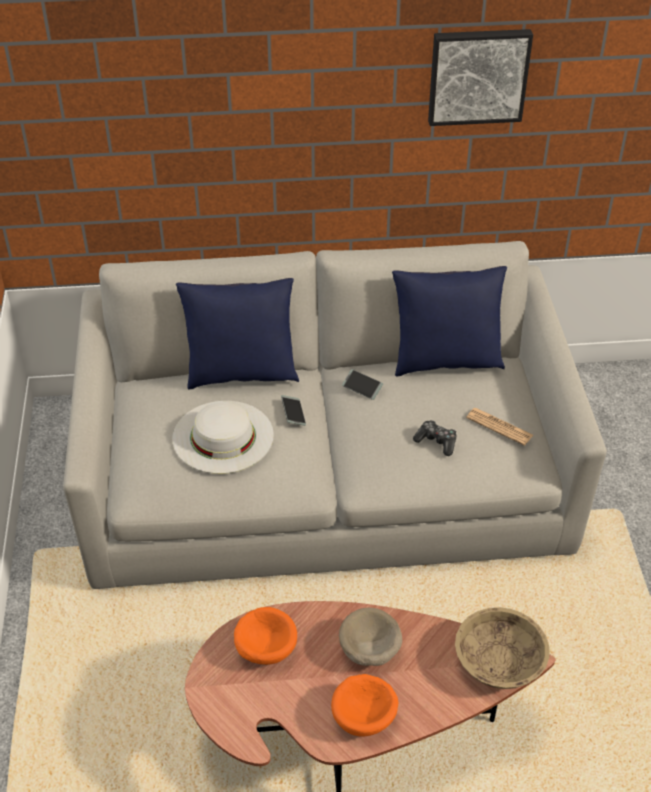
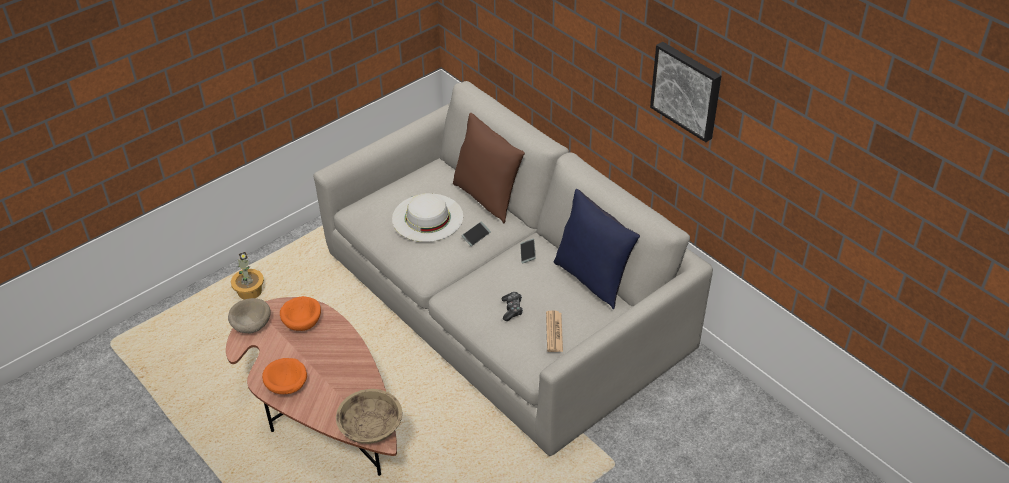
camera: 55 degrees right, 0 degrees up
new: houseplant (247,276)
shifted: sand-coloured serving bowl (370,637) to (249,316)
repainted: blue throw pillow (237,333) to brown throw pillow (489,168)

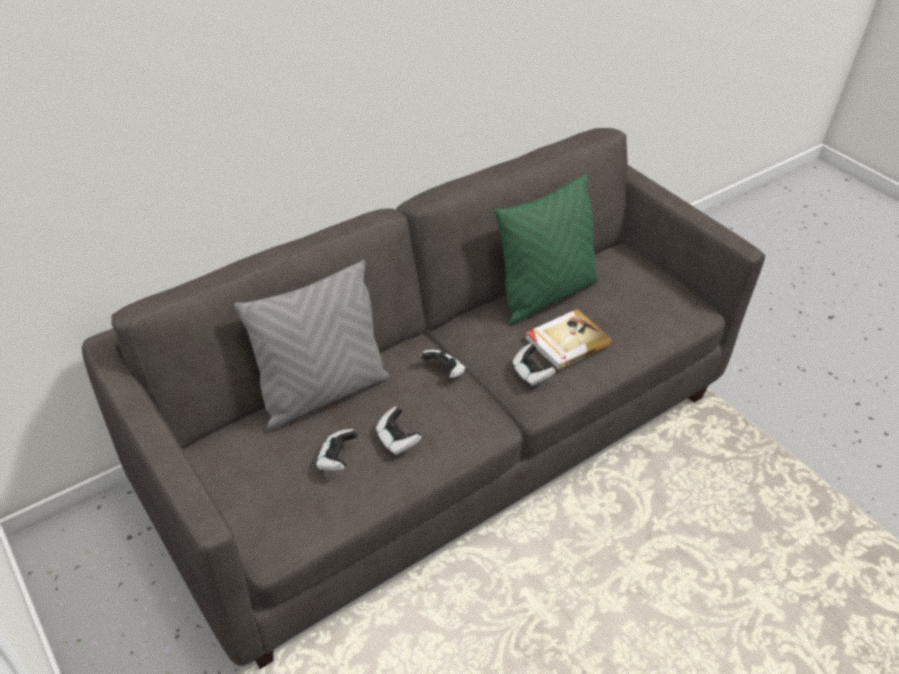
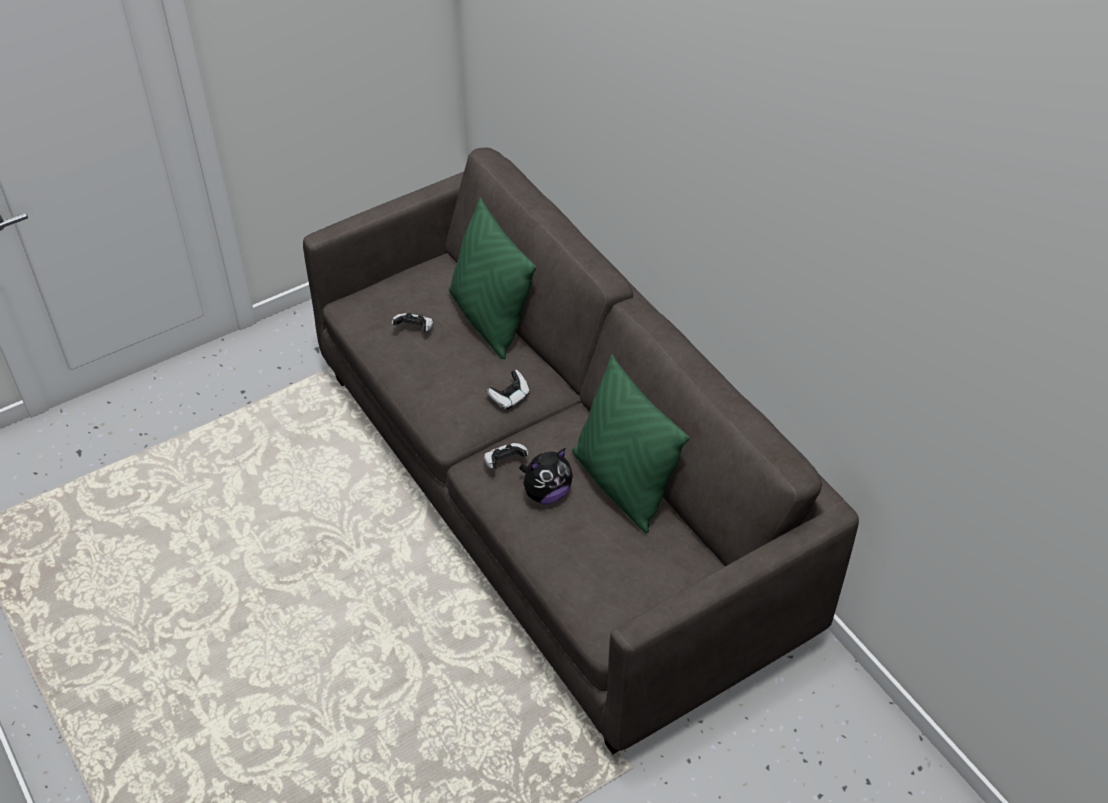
camera: 95 degrees right, 5 degrees up
gone: gamepad (398,431)
swapped: bound book (568,339) to plush toy (546,475)
repainted: greyish throw pillow (312,345) to greenish throw pillow (492,278)

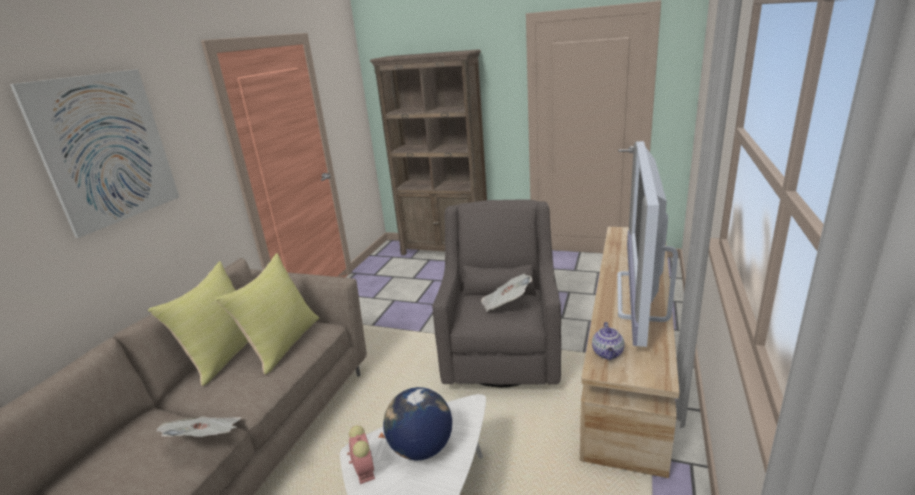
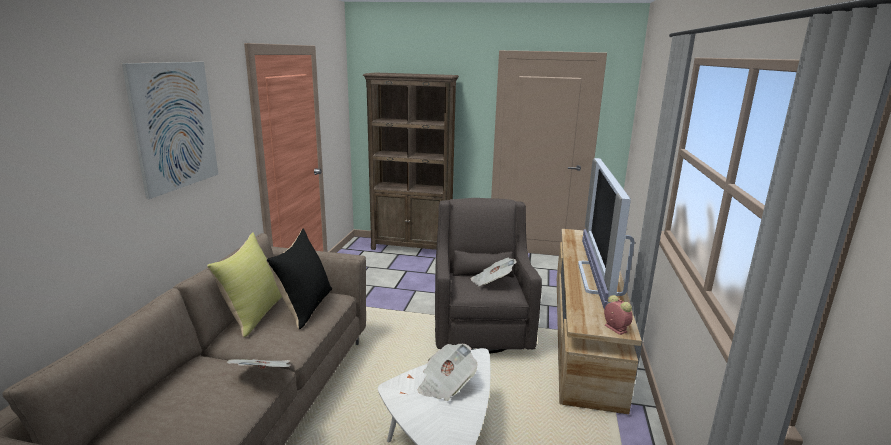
camera: 10 degrees left, 5 degrees down
gone: teapot (608,341)
shifted: alarm clock (361,454) to (618,315)
swapped: globe (417,423) to printed paper (447,372)
repainted: yellow throw pillow (267,313) to black-coloured throw pillow (299,279)

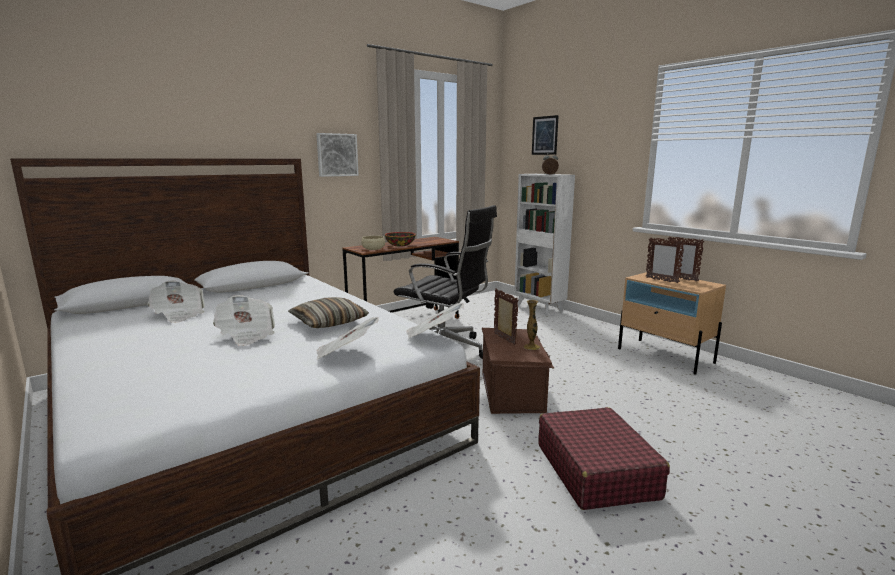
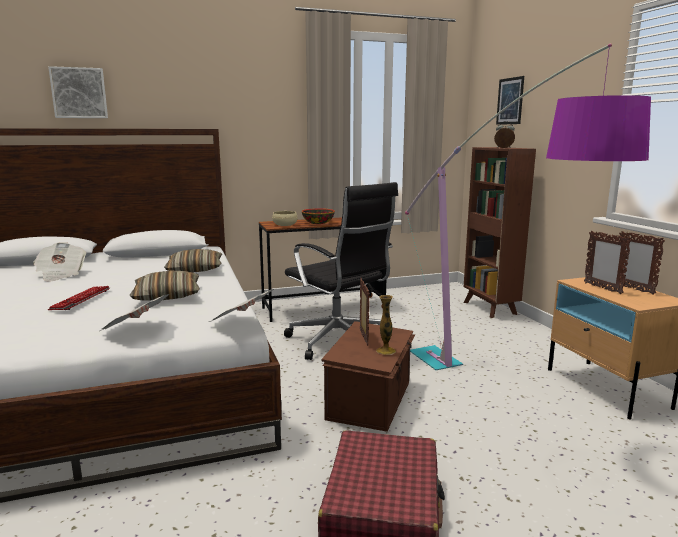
camera: 20 degrees right, 0 degrees up
new: throw pillow (193,260); standing lamp (528,206)
shifted: wall art (337,155) to (78,92)
swapped: printed paper (244,320) to keyboard (79,298)
repainted: white bookcase (544,245) to brown bookcase (500,232)

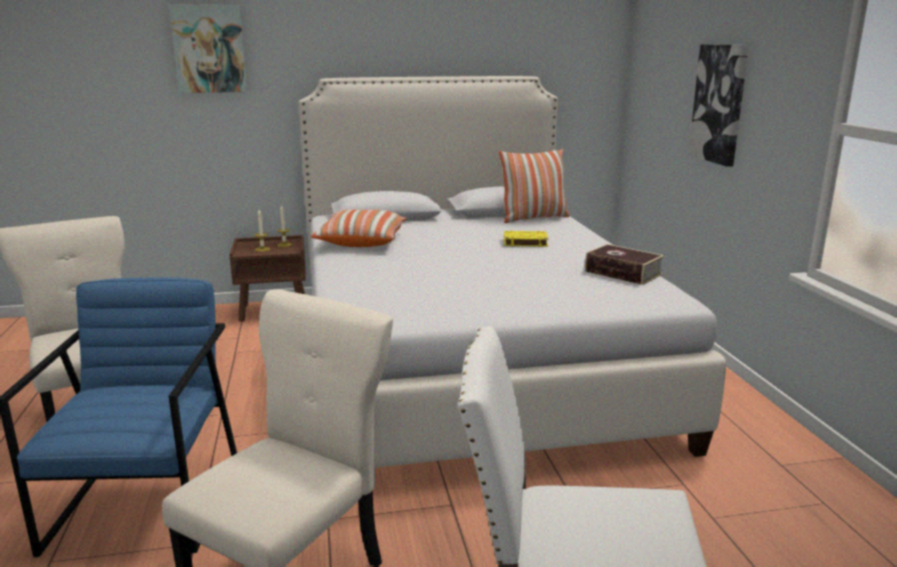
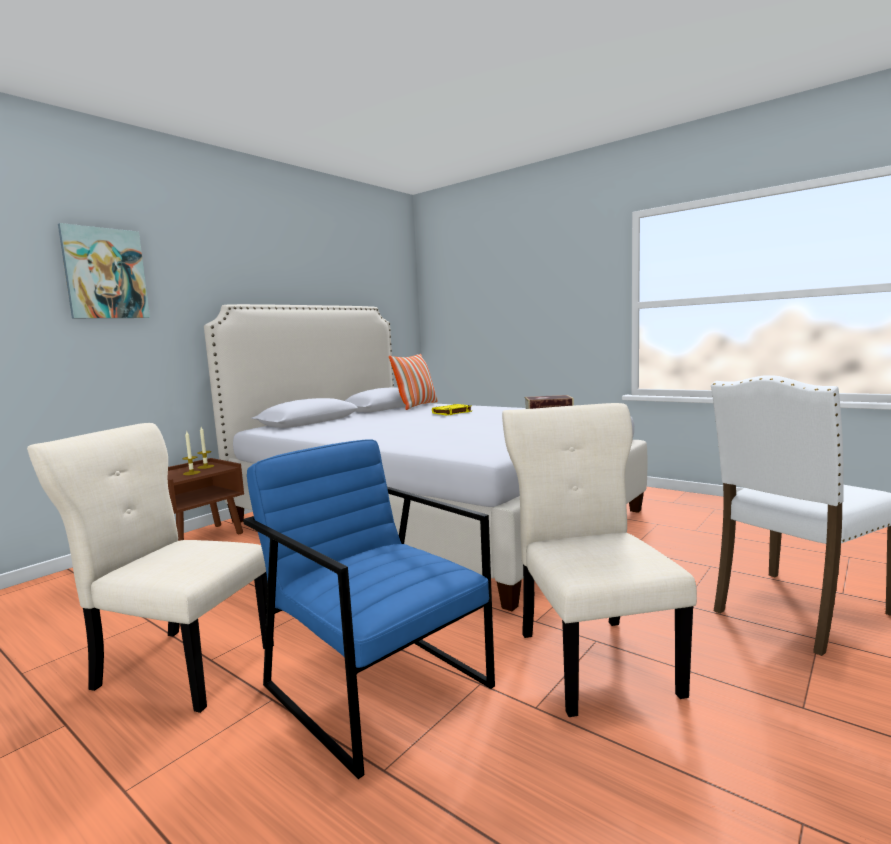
camera: 40 degrees left, 10 degrees down
gone: throw pillow (359,228); wall art (718,105)

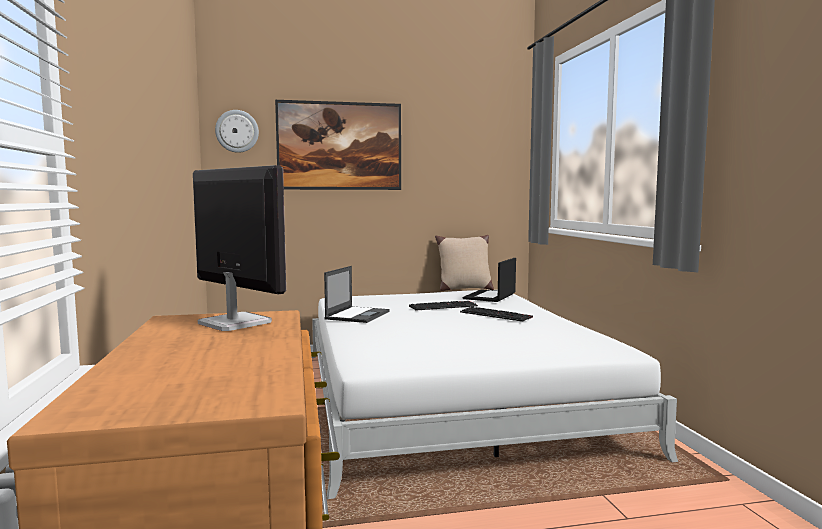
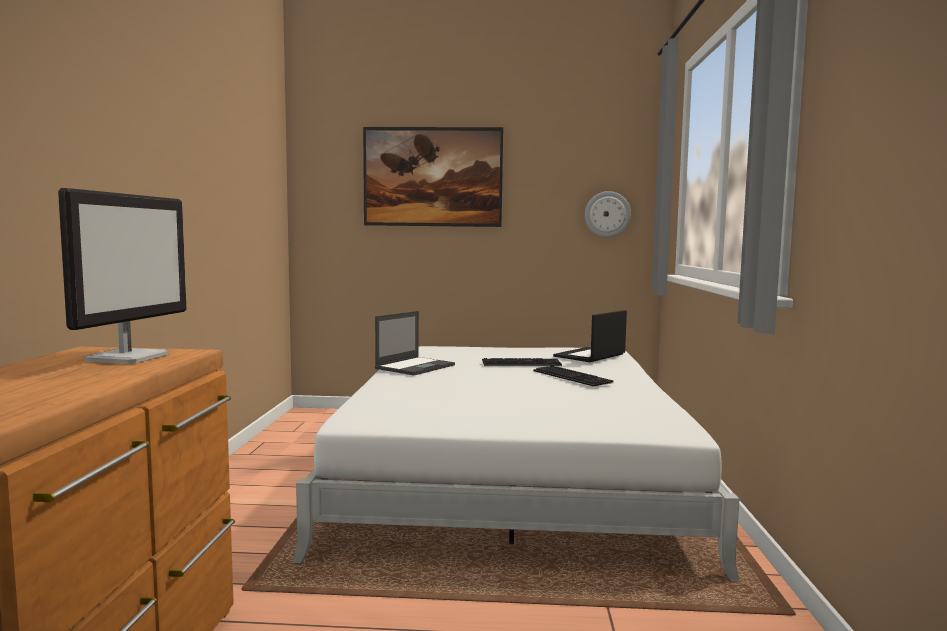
camera: 15 degrees right, 0 degrees up
gone: sand-coloured throw pillow (464,263)
shifted: clock on the wall (237,131) to (608,214)
rotated: monitor (239,248) = (122,276) 45 degrees clockwise

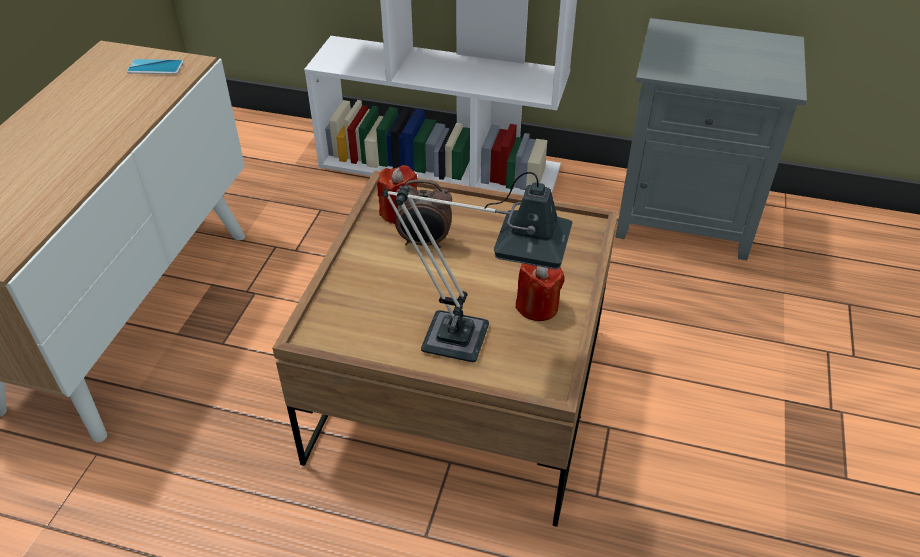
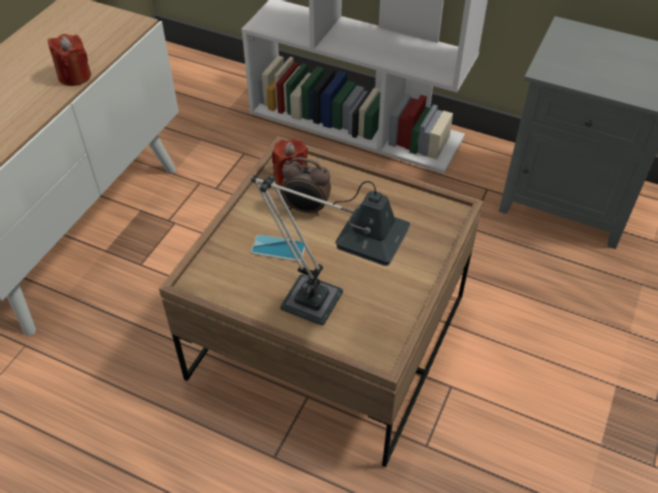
camera: 10 degrees right, 5 degrees up
shifted: phone (155,66) to (278,247); reddish wax candle (540,292) to (69,60)

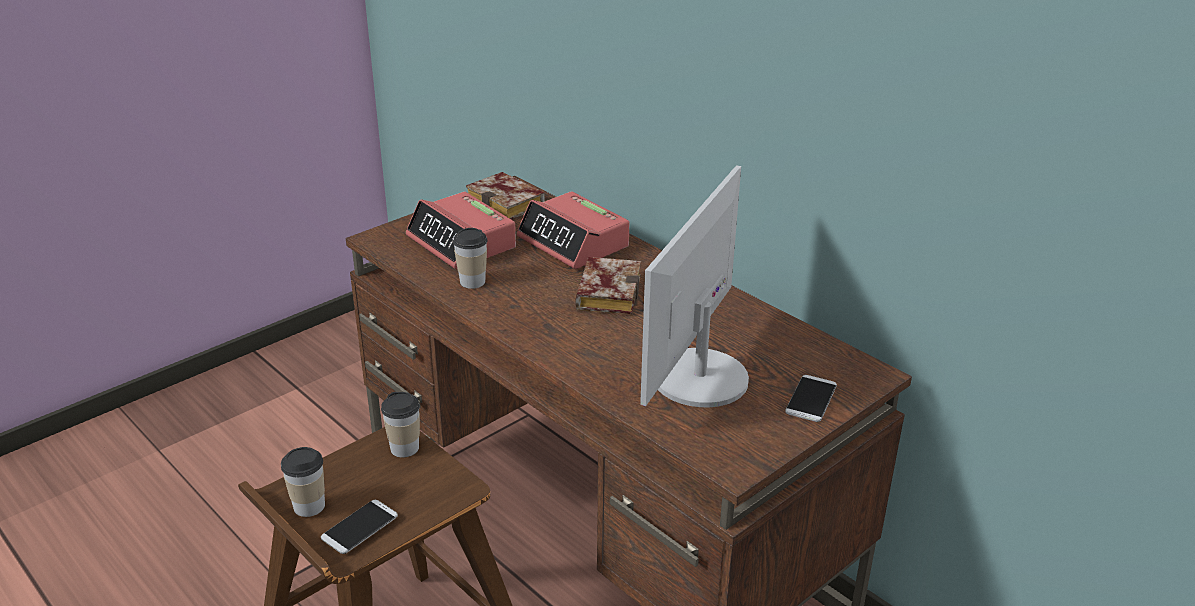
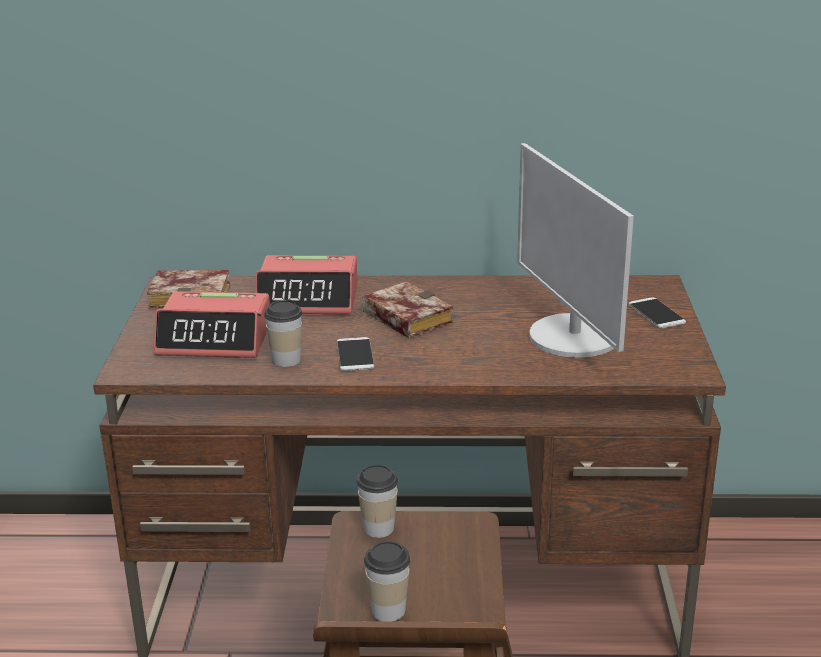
camera: 45 degrees left, 5 degrees down
shifted: phone (359,527) to (355,354)

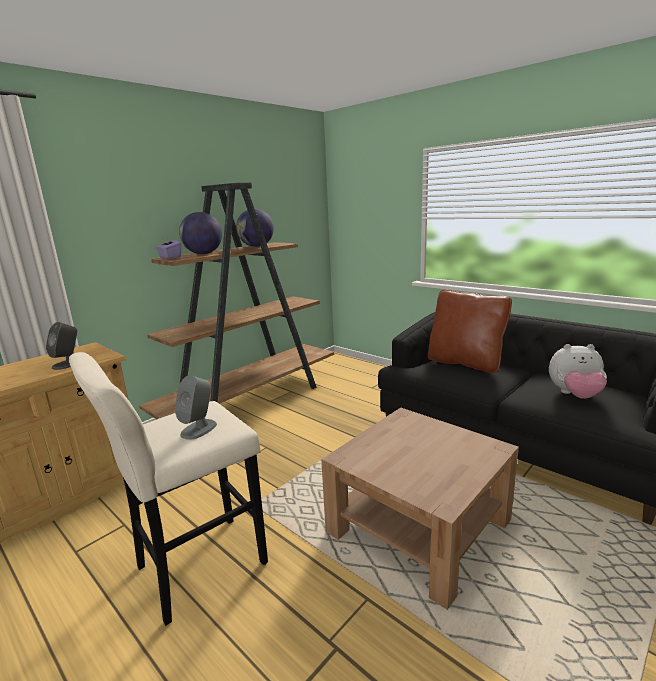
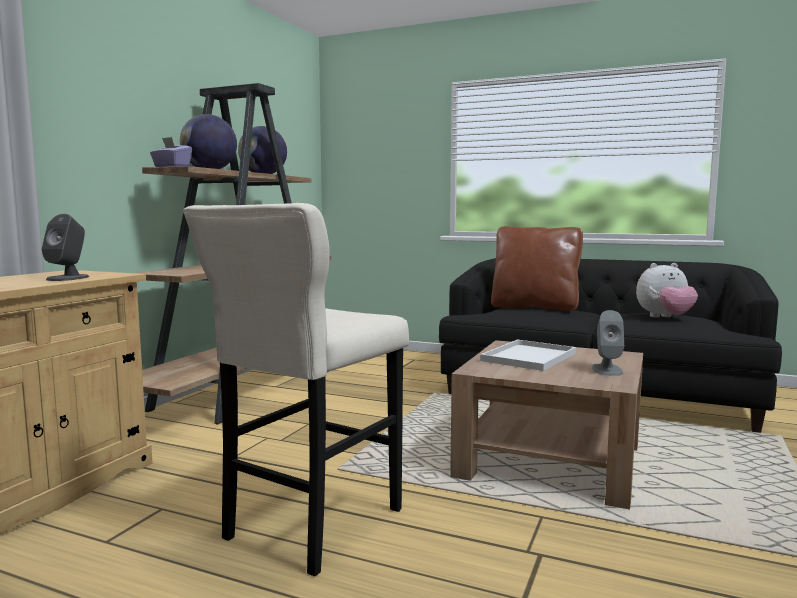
camera: 20 degrees left, 10 degrees down
new: white serving tray (528,355)
shifted: greyish speaker (196,407) to (608,343)

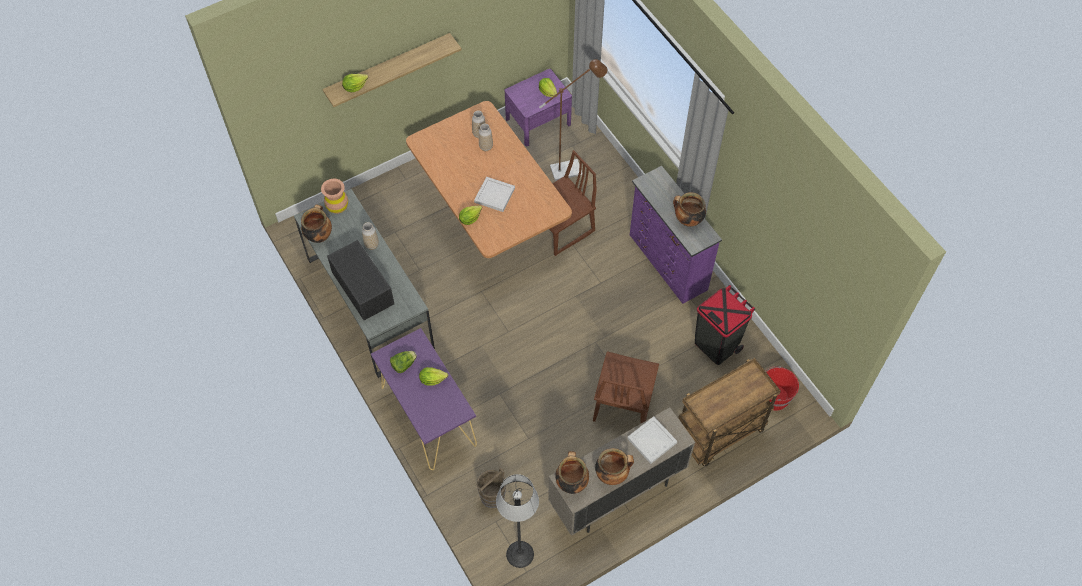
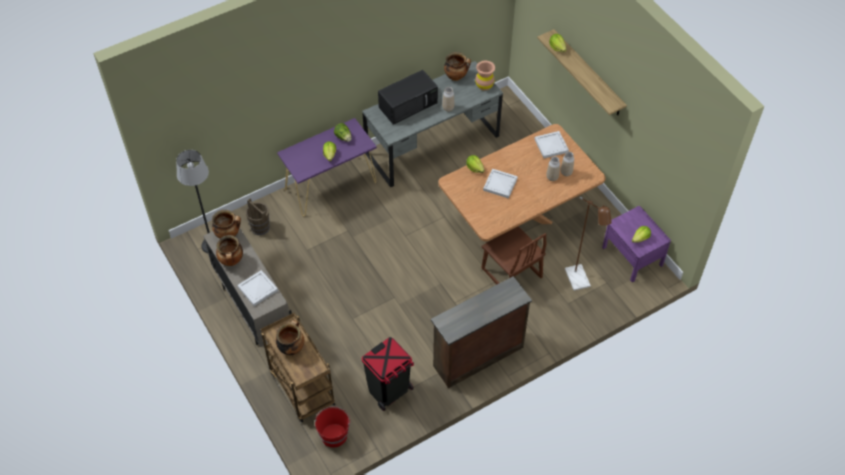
camera: 90 degrees right, 5 degrees down
gone: brown chair (626,387)
new: white serving tray (552,144)
shifted: saucepot (689,209) to (290,337)
repainted: purple drawer chest (676,235) to brown drawer chest (481,332)

